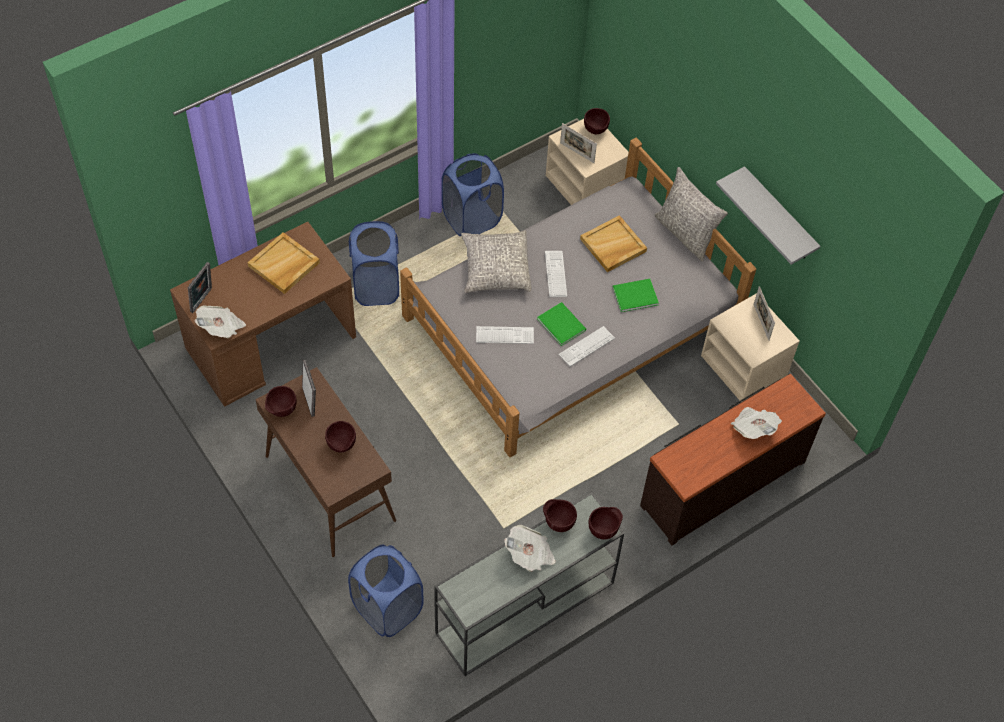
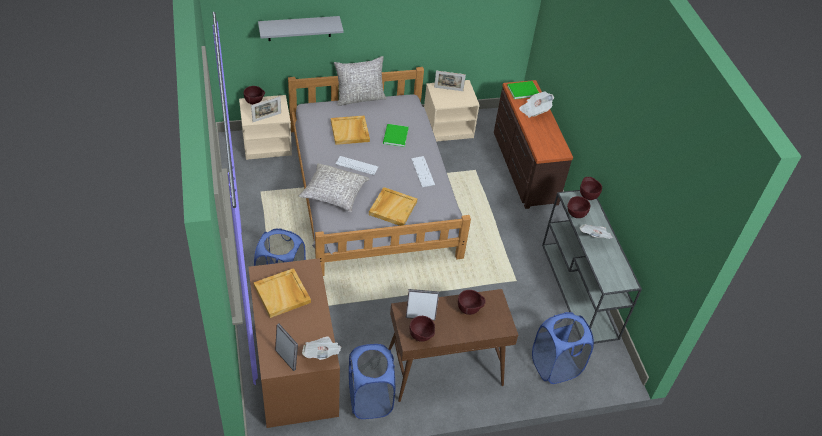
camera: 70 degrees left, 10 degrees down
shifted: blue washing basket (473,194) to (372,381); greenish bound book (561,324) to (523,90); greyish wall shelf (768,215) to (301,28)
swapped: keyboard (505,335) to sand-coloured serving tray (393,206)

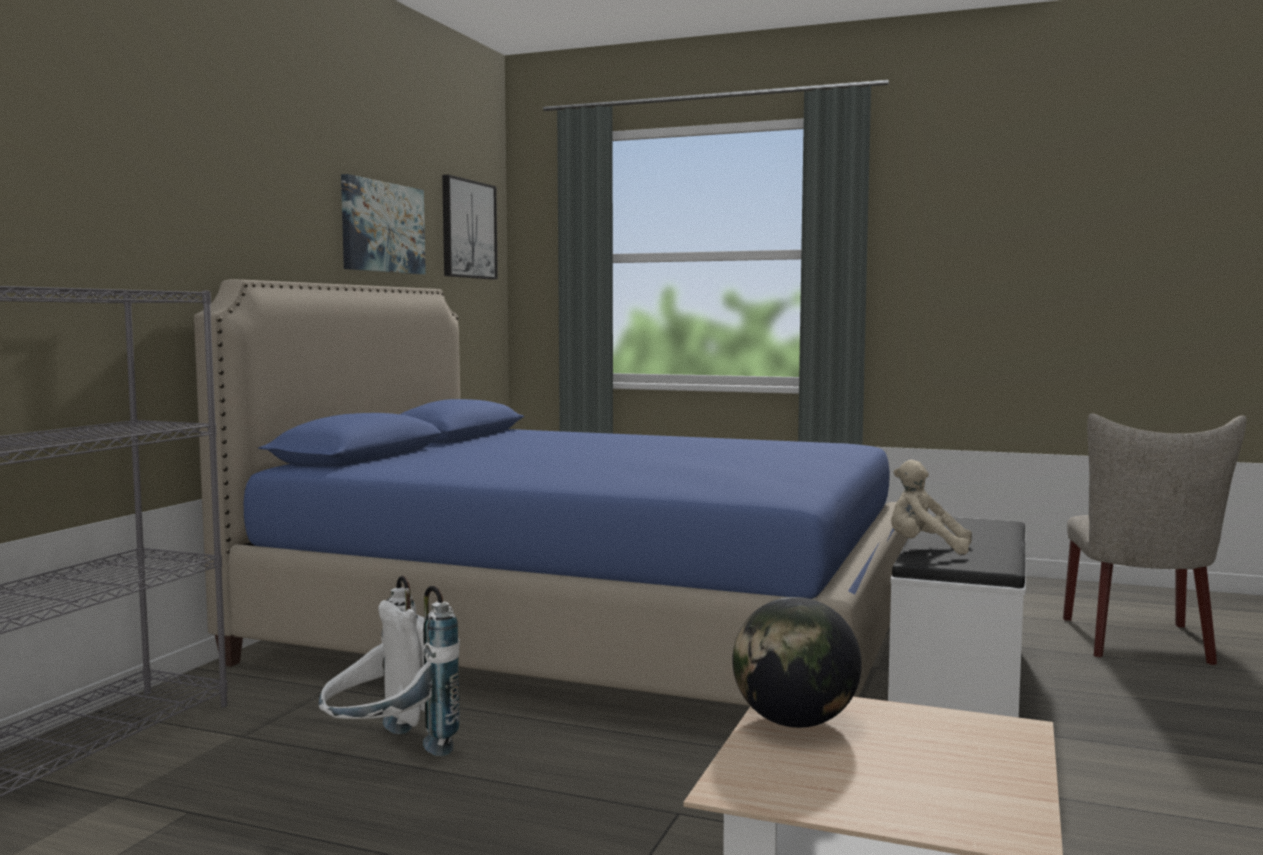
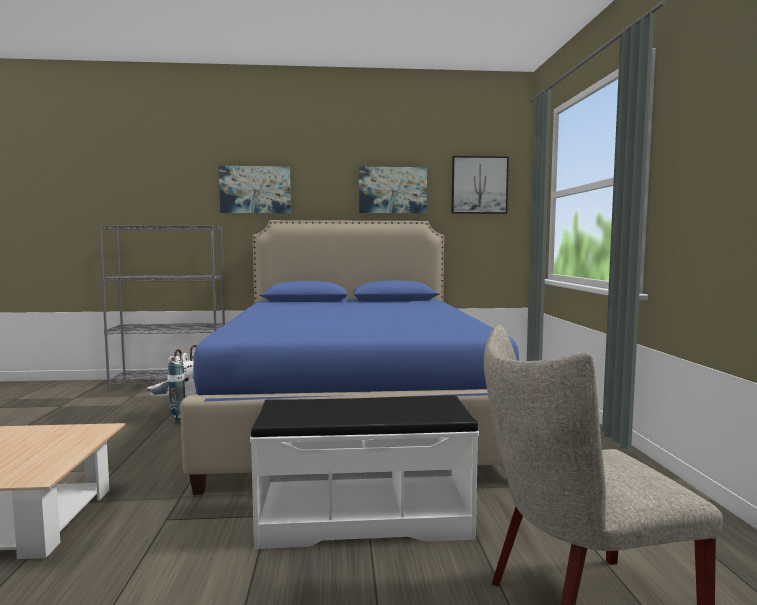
camera: 65 degrees right, 0 degrees up
gone: globe (797,662); sand-coloured plush toy (931,507)
new: wall art (255,189)

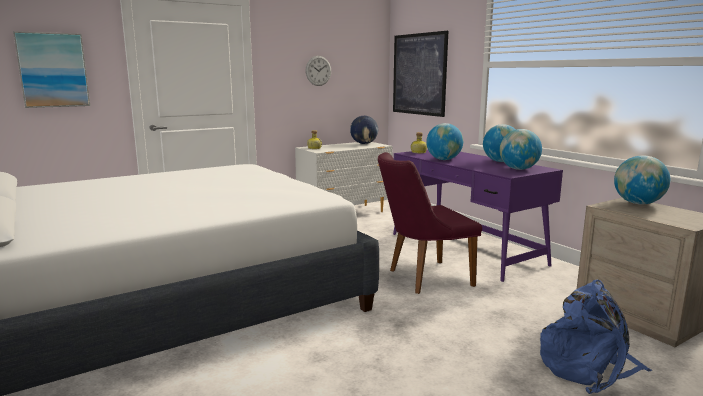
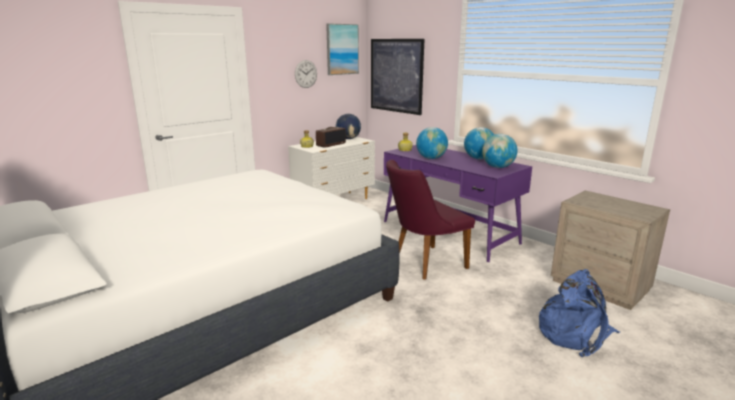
camera: 10 degrees left, 5 degrees up
gone: globe (642,180)
new: radio set (331,137)
shifted: wall art (51,69) to (342,49)

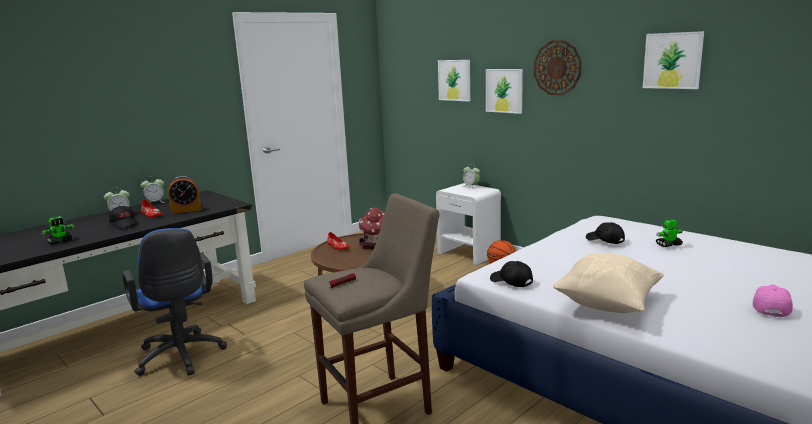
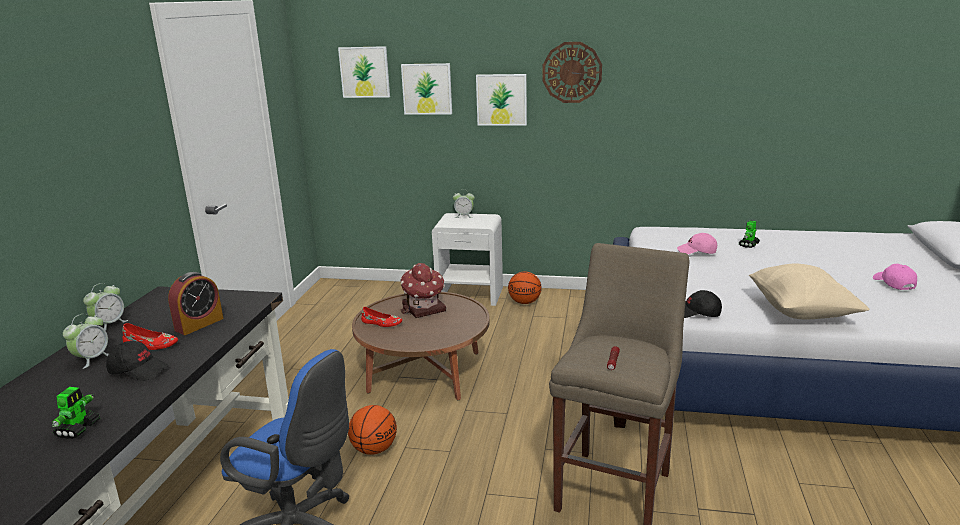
camera: 35 degrees left, 5 degrees up
new: ball for basketball (372,430)
shifted: wall art (673,60) to (364,72)
repainted: black-coloured peaked cap (605,233) to pink peaked cap (697,243)

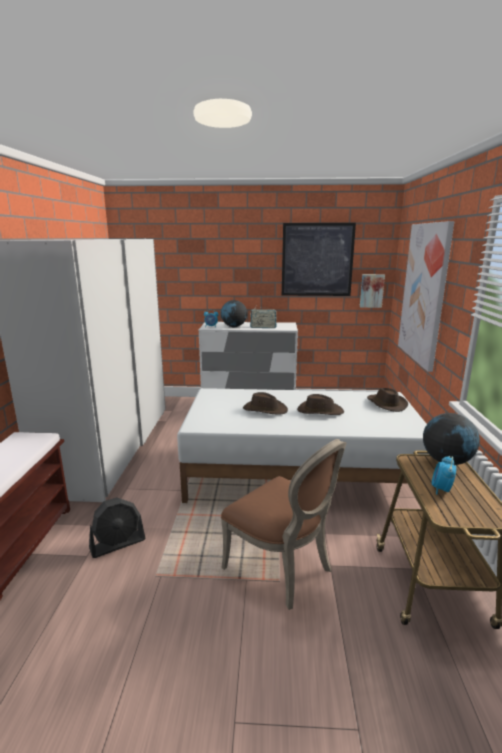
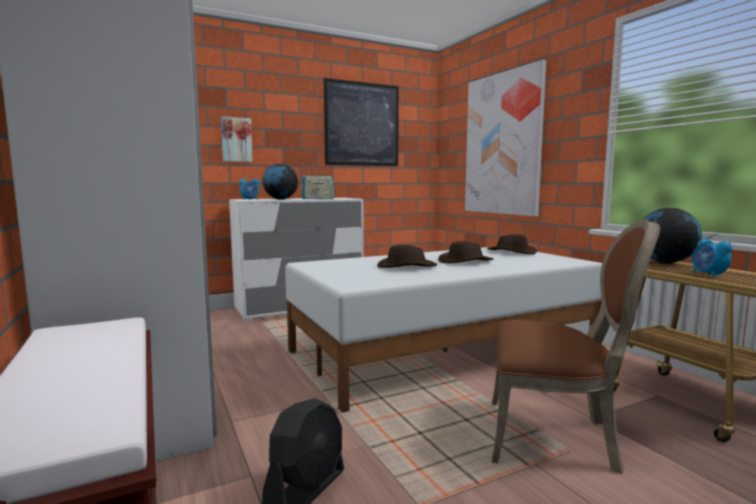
camera: 30 degrees left, 10 degrees down
shifted: wall art (372,291) to (237,139)

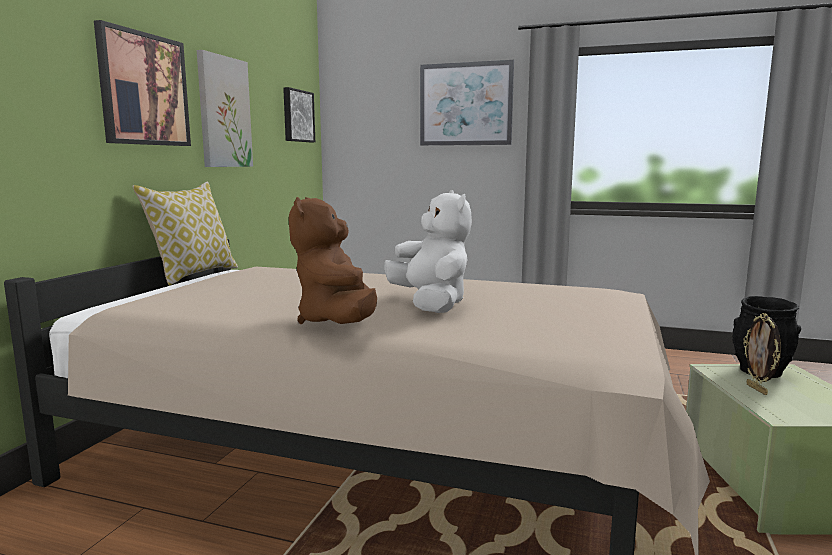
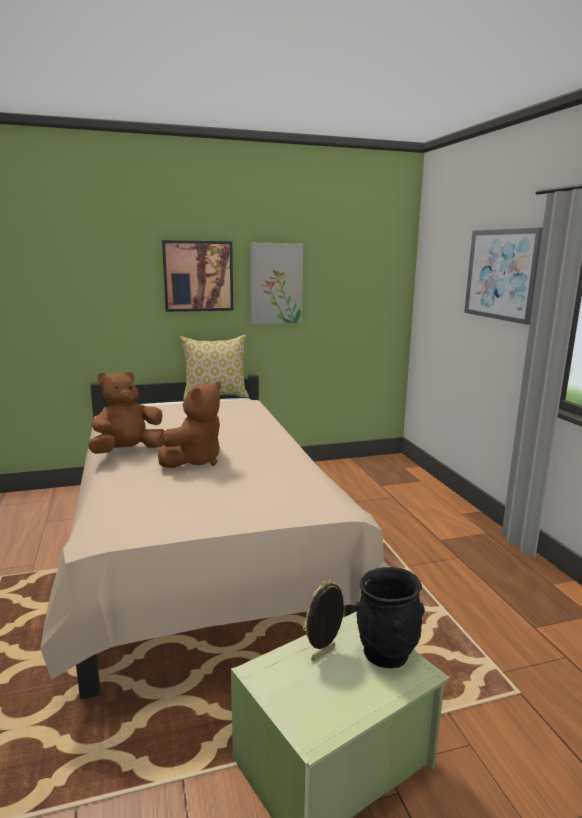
camera: 55 degrees right, 5 degrees up
gone: wall art (299,114)
repainted: white plush toy (428,251) to brown plush toy (189,424)

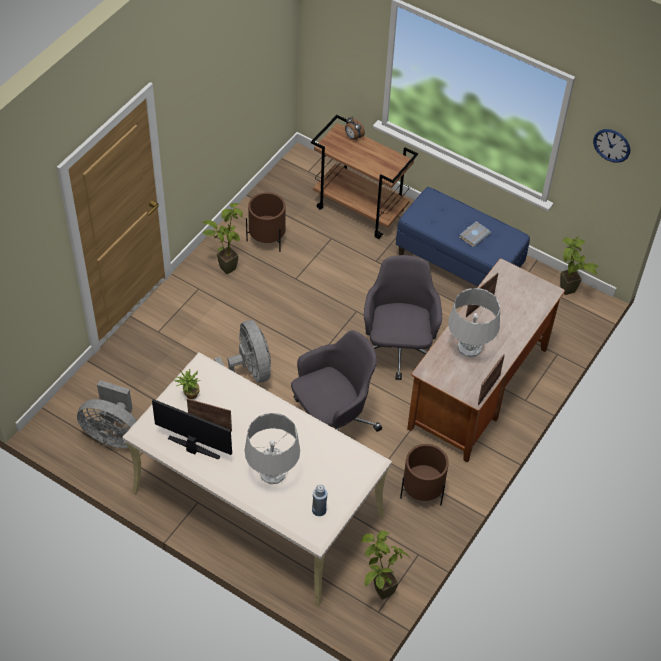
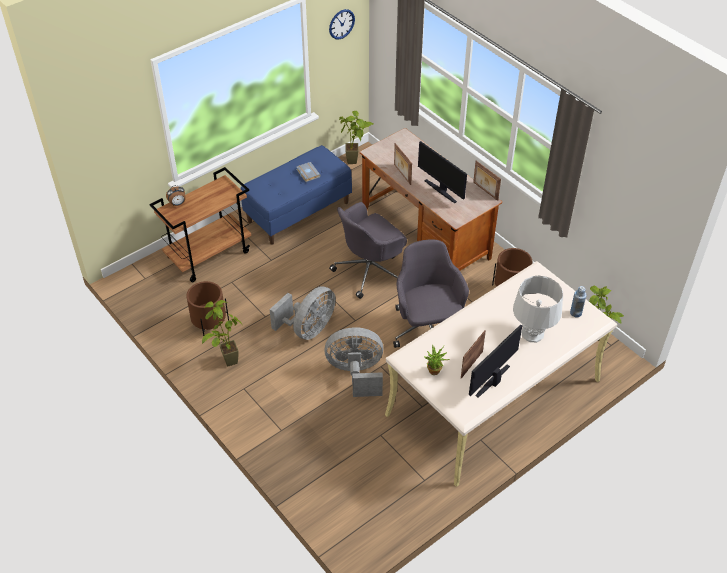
camera: 70 degrees left, 5 degrees down
shifted: greyish electric fan (107,414) to (303,313)
swapped: greyish lamp for a table (474,322) to monitor (442,172)
rotated: greyish desk chair (403,317) = (368,250) 60 degrees counterclockwise

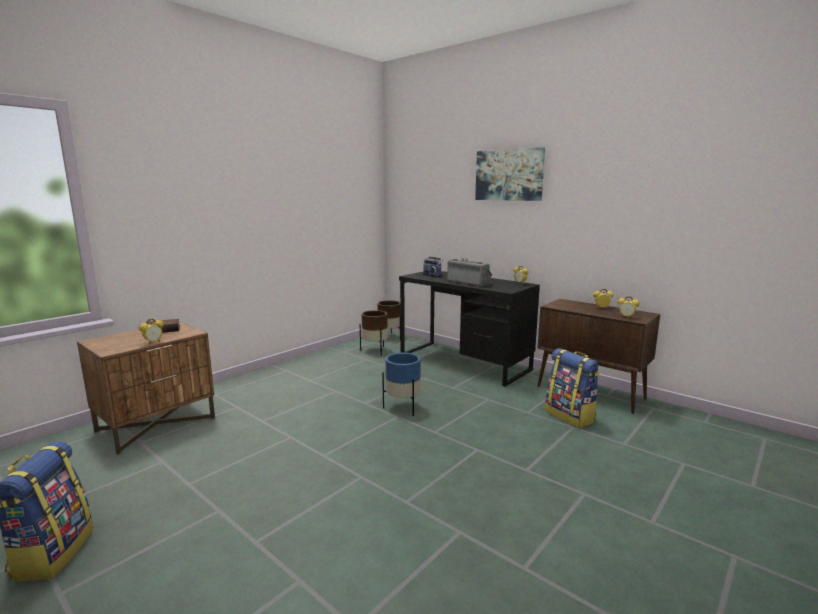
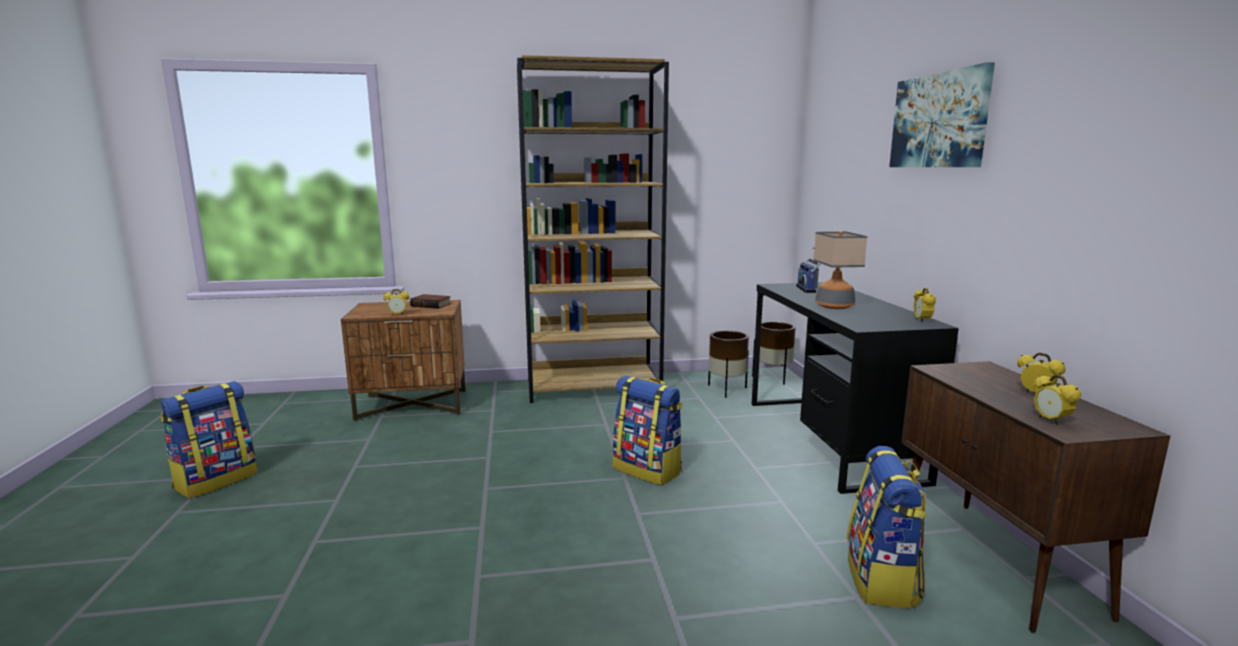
camera: 40 degrees right, 0 degrees up
new: brown bookcase (593,229)
swapped: blue planter (401,384) to knapsack (647,430); radio set (469,272) to lamp for a table (840,270)

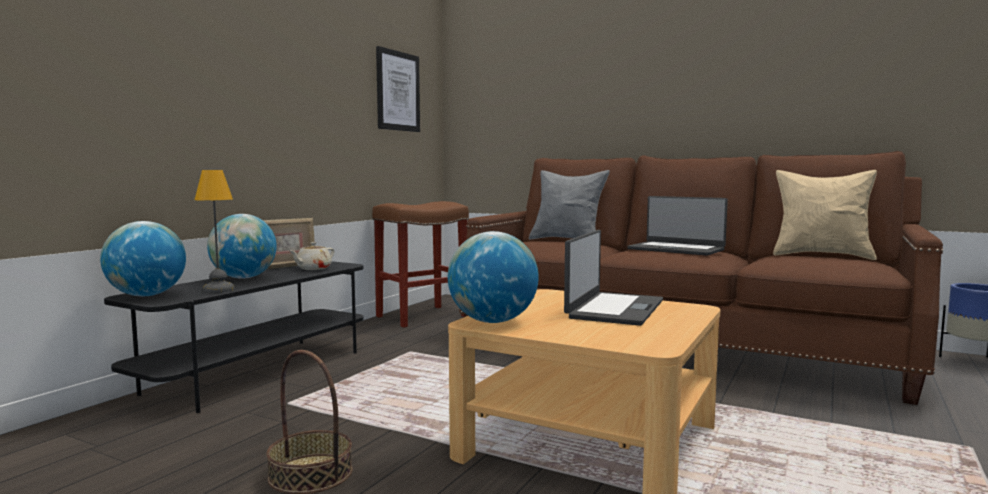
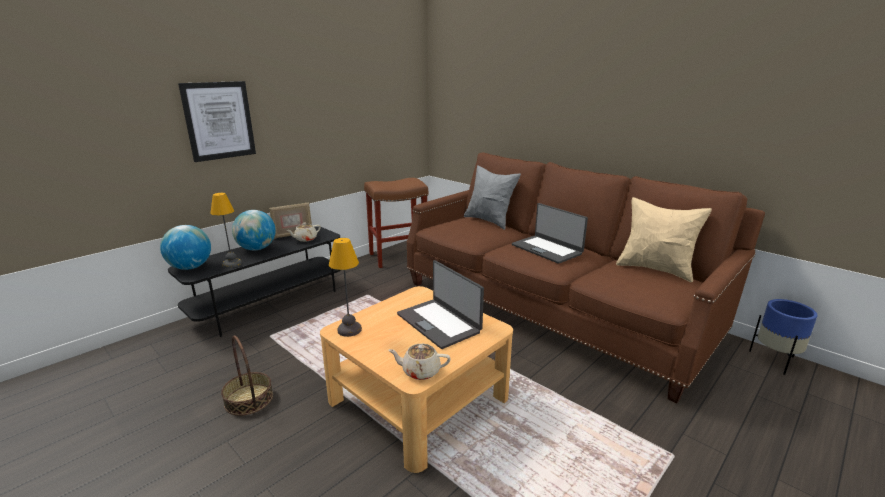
camera: 15 degrees right, 15 degrees up
new: sand-coloured teapot (419,362)
shifted: wall art (398,89) to (217,121)
swapped: globe (493,277) to lamp for a table (345,287)
rotated: portable computer (613,278) = (440,304) 105 degrees clockwise

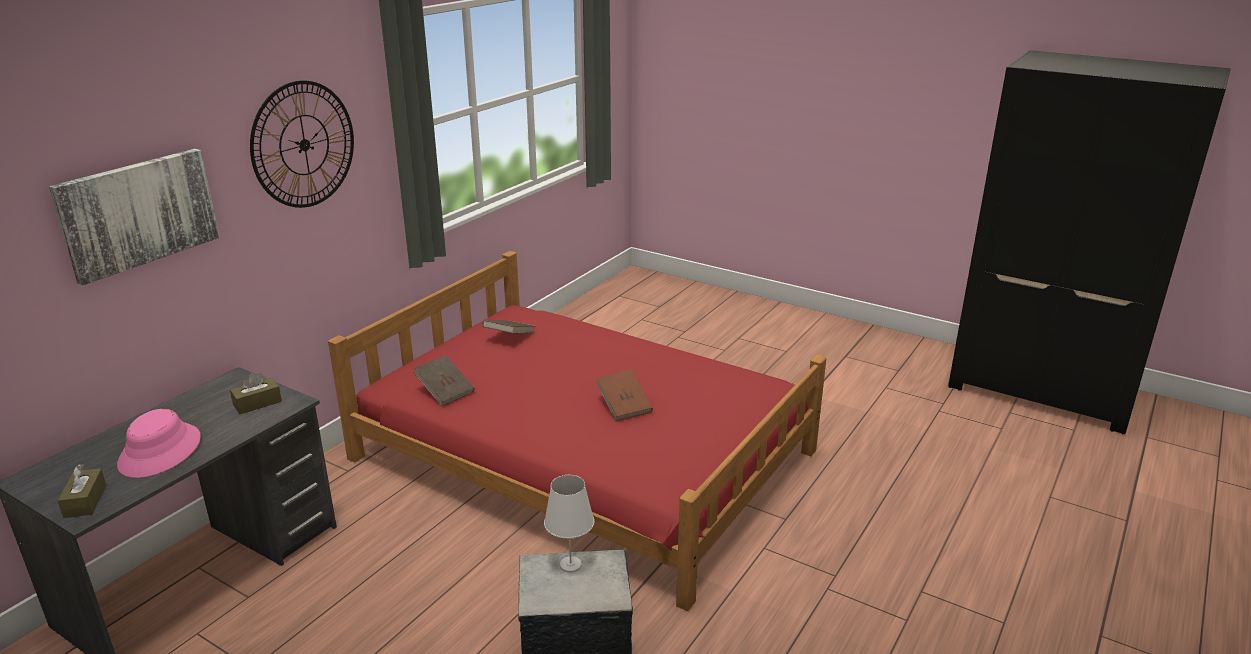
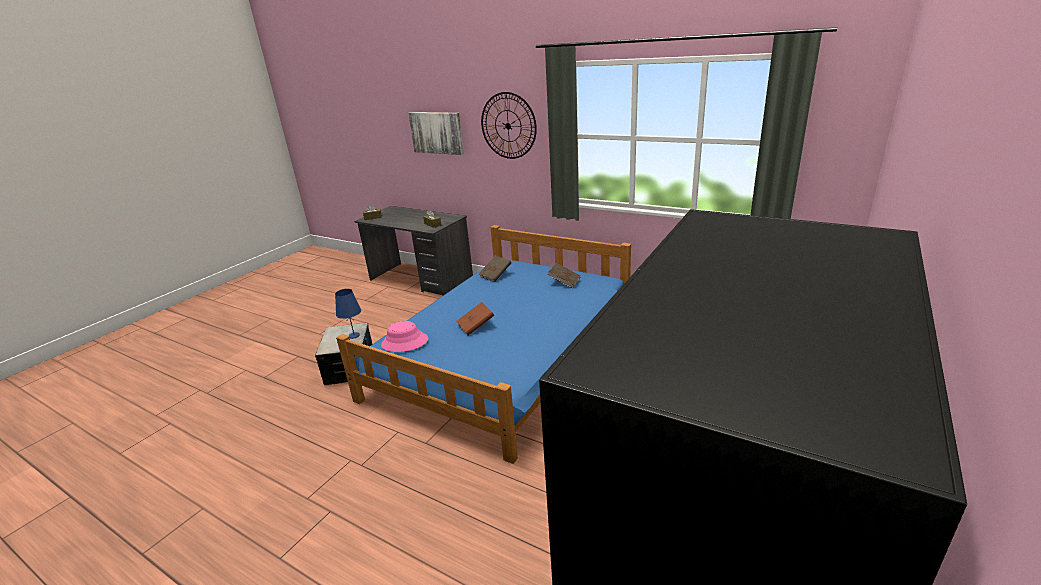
camera: 90 degrees right, 0 degrees up
shifted: pink hat (159,443) to (404,336)
repainted: reddish bedroom bed (577,431) to blue bedroom bed (483,344); white lamp for a table (569,523) to blue lamp for a table (348,314)

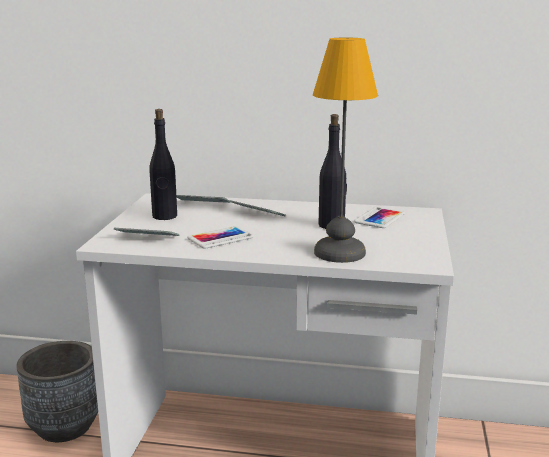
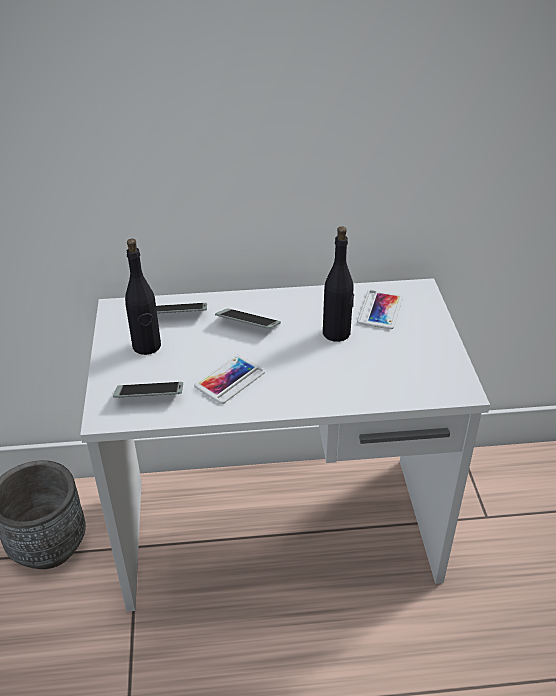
camera: 15 degrees left, 20 degrees up
gone: lamp for a table (345,150)

